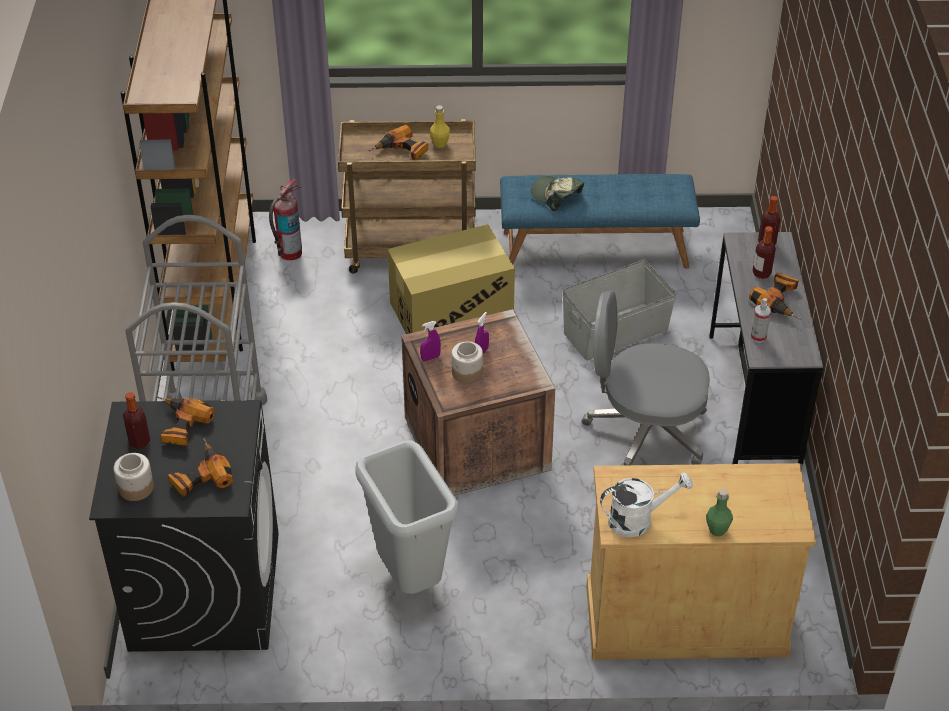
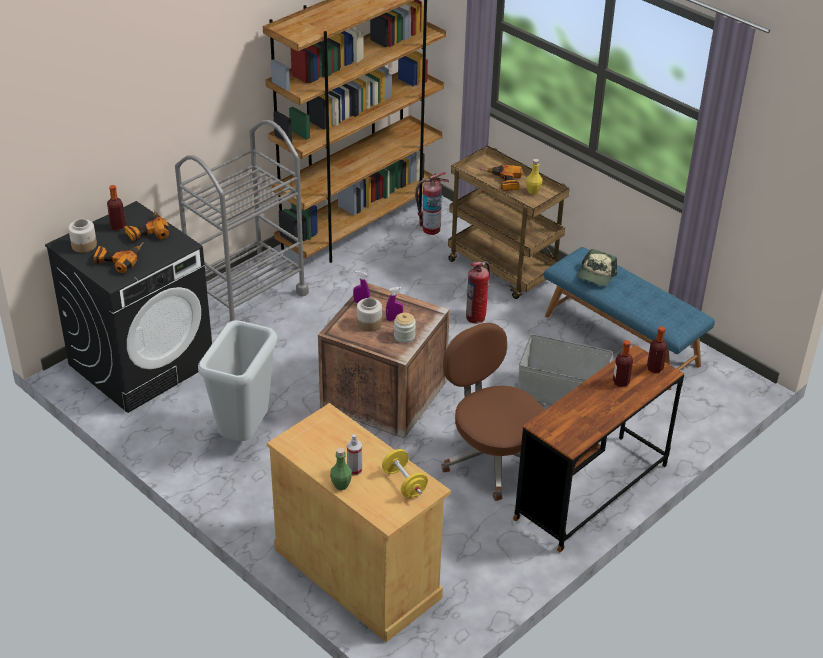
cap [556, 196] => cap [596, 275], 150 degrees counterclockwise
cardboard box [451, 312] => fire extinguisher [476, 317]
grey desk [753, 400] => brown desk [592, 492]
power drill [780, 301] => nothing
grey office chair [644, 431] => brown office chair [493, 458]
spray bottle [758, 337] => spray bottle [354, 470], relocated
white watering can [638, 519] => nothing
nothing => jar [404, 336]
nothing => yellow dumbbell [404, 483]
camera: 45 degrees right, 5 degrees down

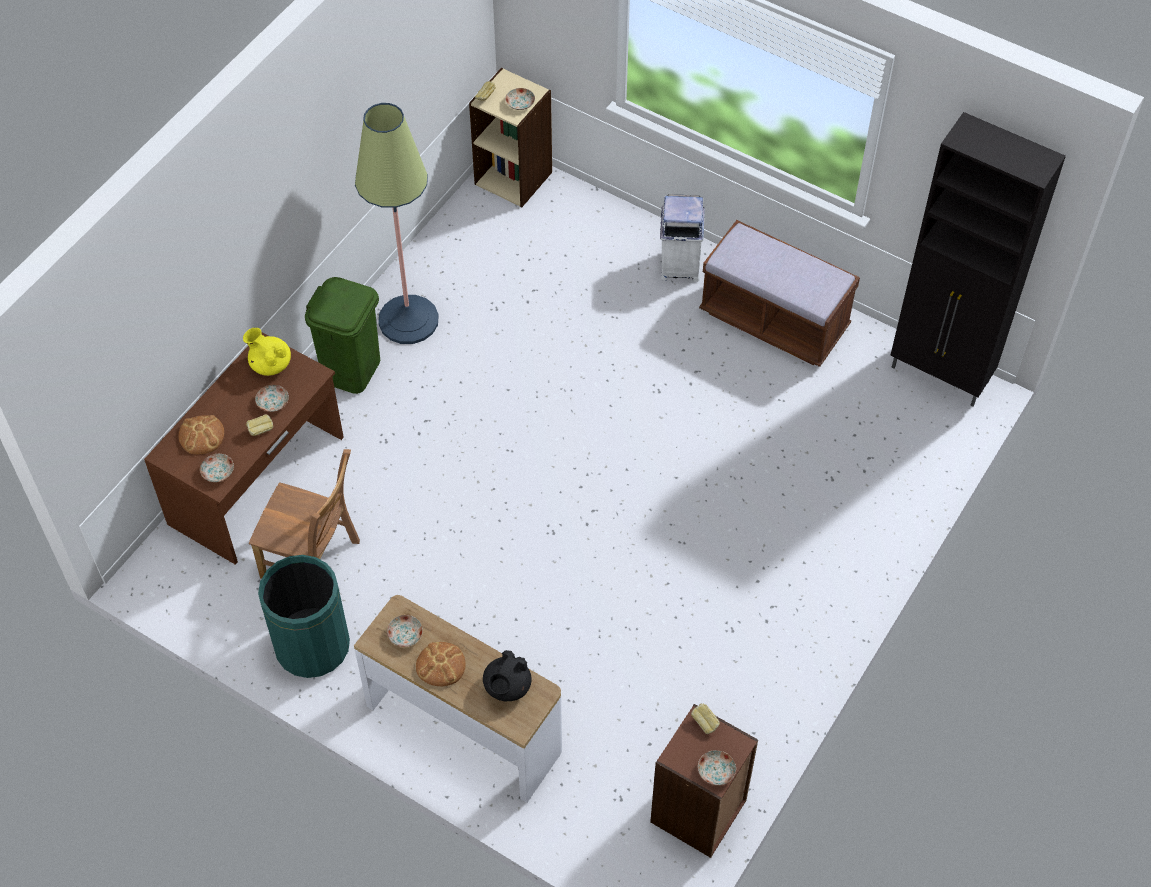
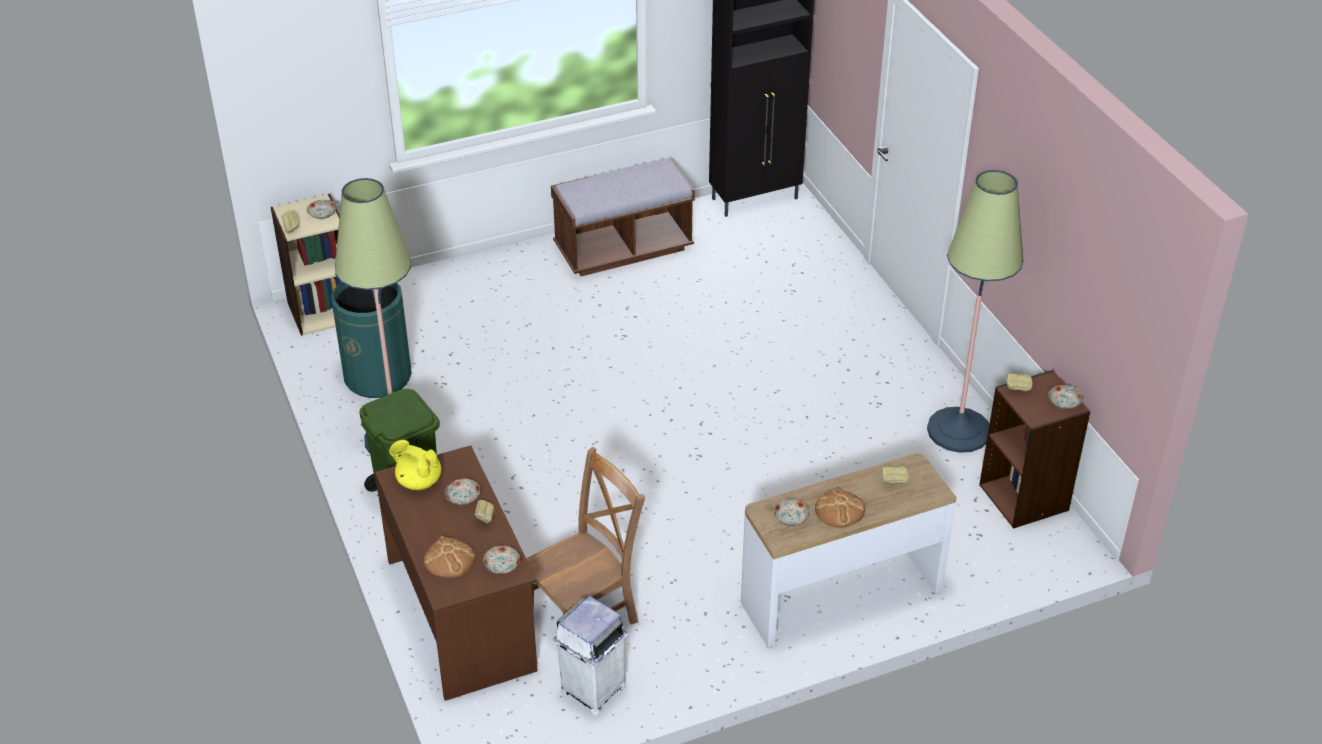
white trash can [679, 266] => white trash can [592, 690], relocated
yellow teapot [270, 364] => yellow teapot [418, 481], 45 degrees clockwise
green trash can [312, 646] => green trash can [378, 377], relocated
black teapot [507, 687] => bread [893, 482]
nothing => floor lamp [958, 430]
camera: 55 degrees left, 15 degrees down

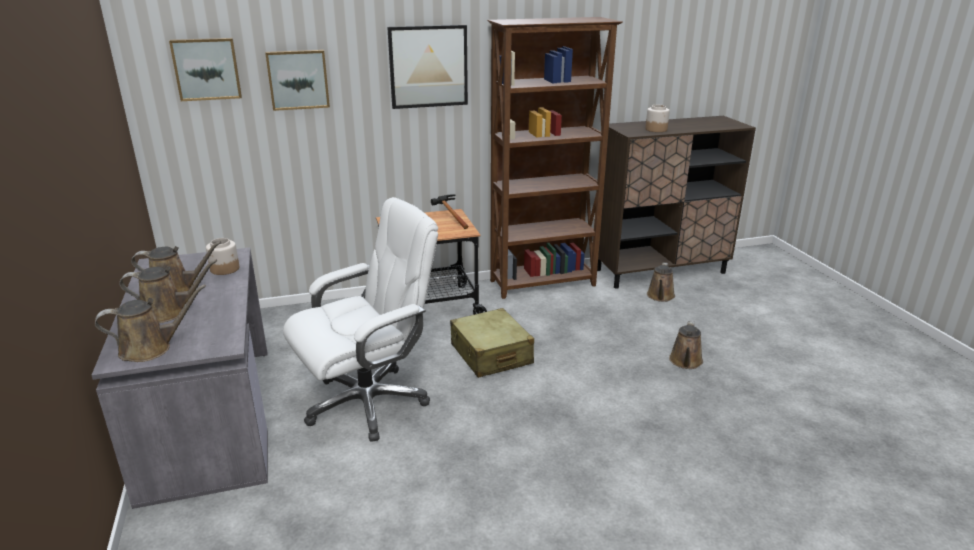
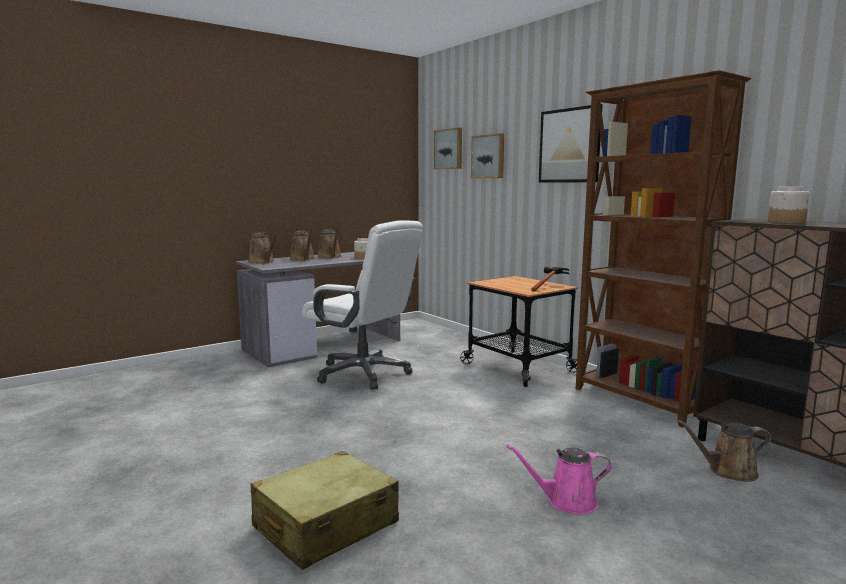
beige suitcase [491, 354] => beige suitcase [325, 525], relocated
brown watering can [685, 362] => pink watering can [566, 501]
camera: 70 degrees right, 15 degrees down

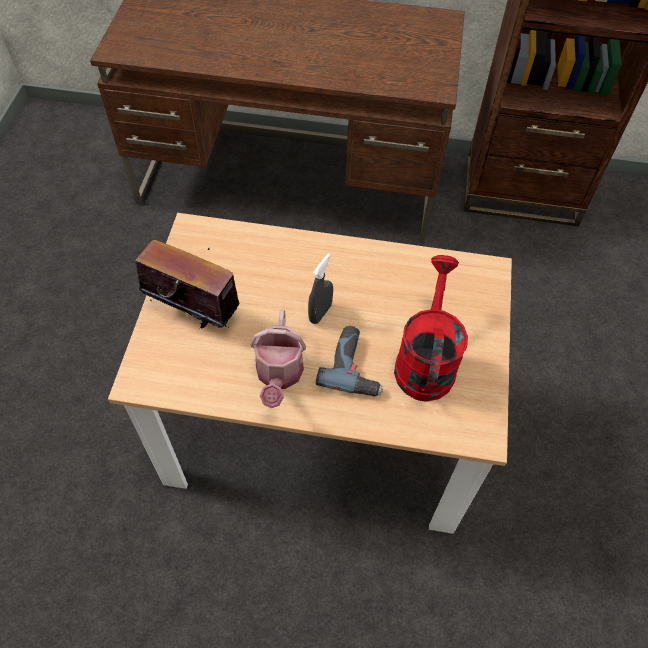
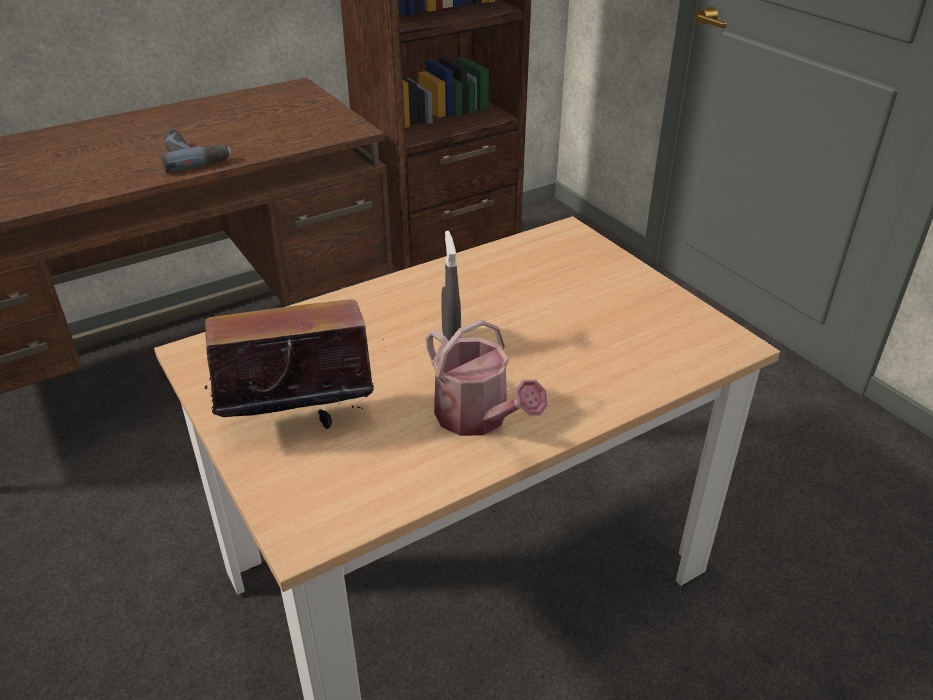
red watering can [425, 360] => nothing
power drill [355, 366] => power drill [194, 156], relocated
camera: 40 degrees left, 20 degrees down

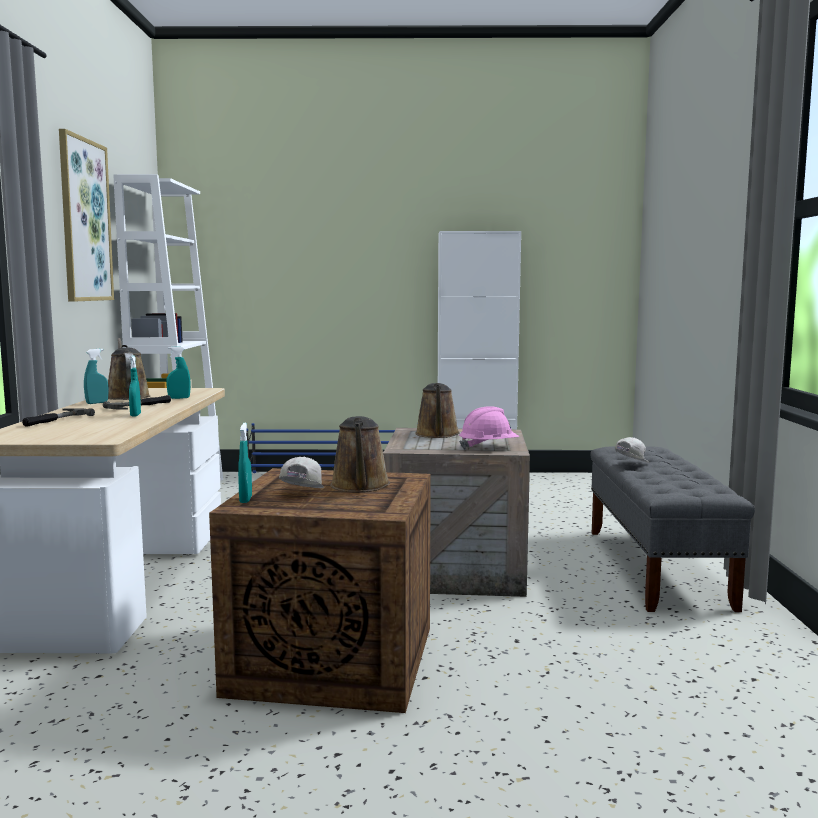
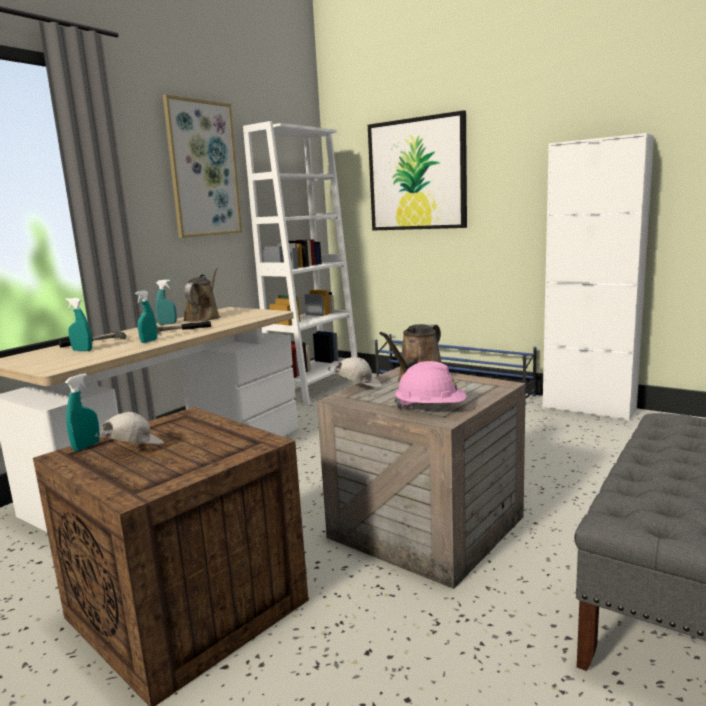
turquoise spray bottle [179, 398] => turquoise spray bottle [82, 350], relocated
brown watering can [360, 486] => nothing
white cap [630, 464] => white cap [358, 387], relocated
nothing => picture [417, 174]
camera: 35 degrees right, 5 degrees up

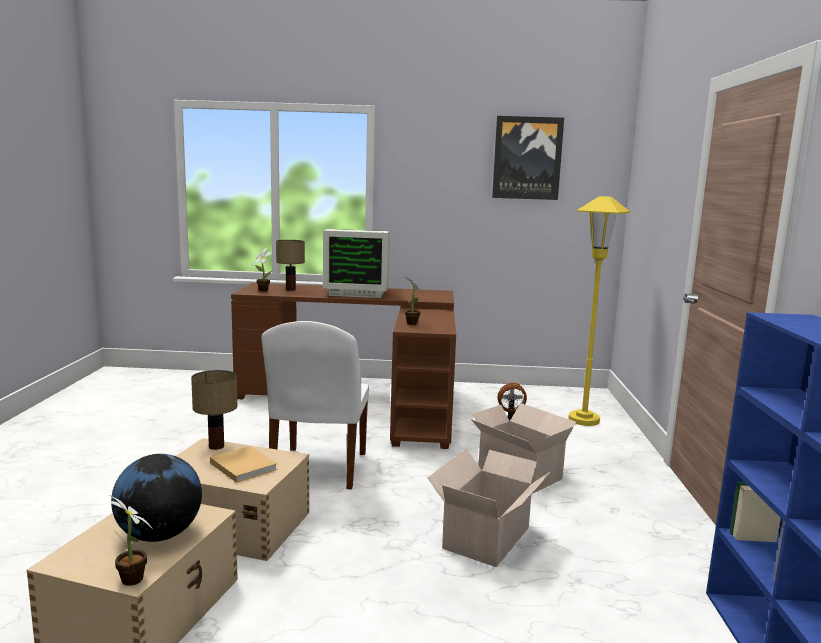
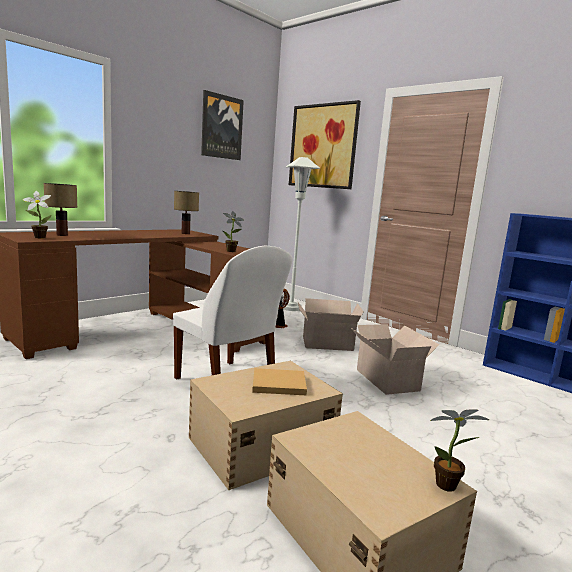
yellow floor lamp [584, 420] => white floor lamp [291, 308]
monitor [358, 292] => nothing
table lamp [216, 447] => table lamp [186, 233], relocated
globe [159, 535] => nothing
nothing => picture [323, 146]
camera: 50 degrees left, 0 degrees up

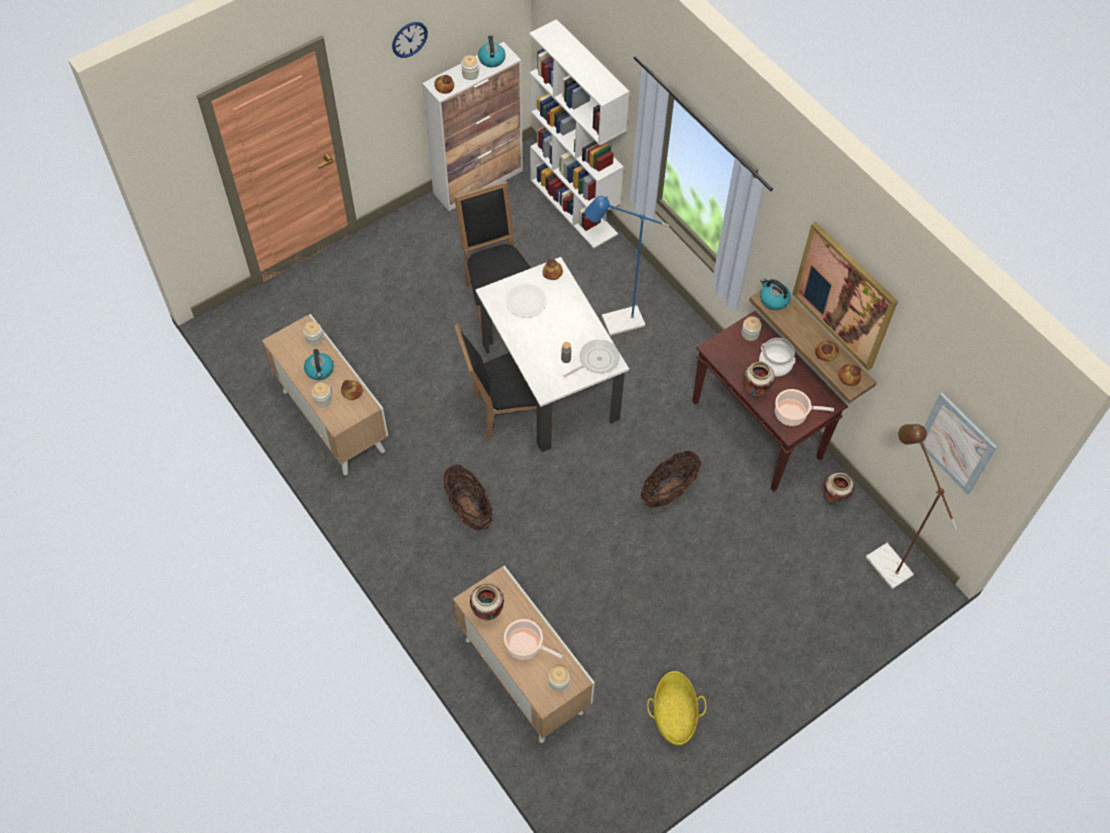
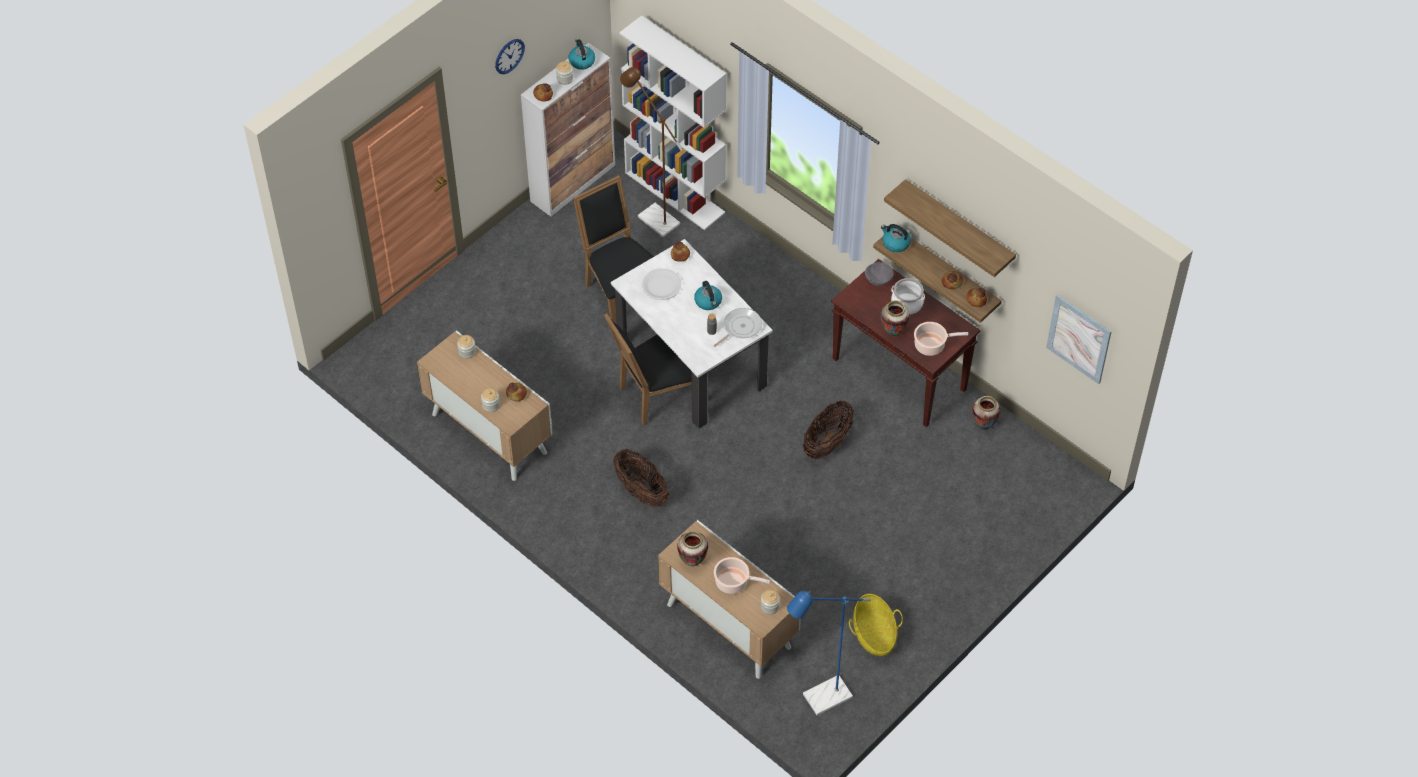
blue floor lamp [616, 323] => blue floor lamp [820, 700], relocated
picture [844, 296] => shelf [958, 226]
jar [750, 333] => grey bowl [878, 280]
kettle [320, 370] => kettle [708, 302], relocated
brown floor lamp [883, 559] => brown floor lamp [653, 216], relocated
camera: 10 degrees left, 5 degrees down

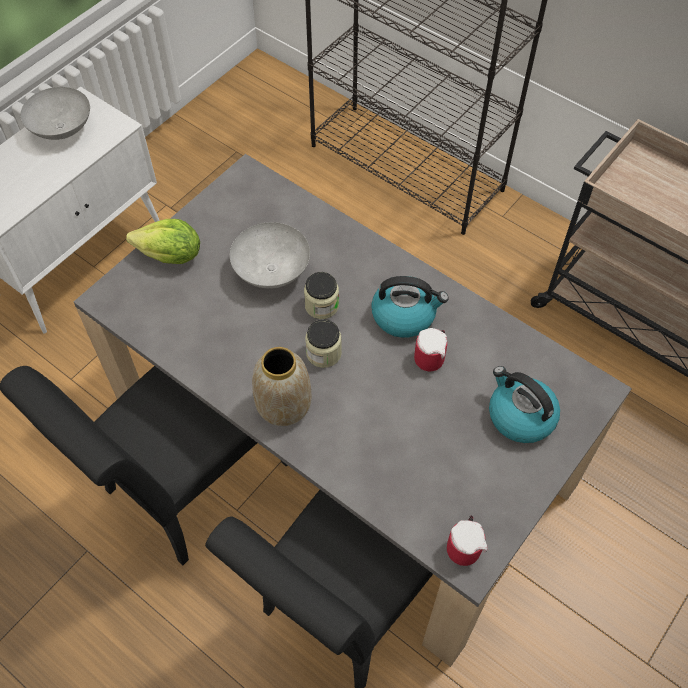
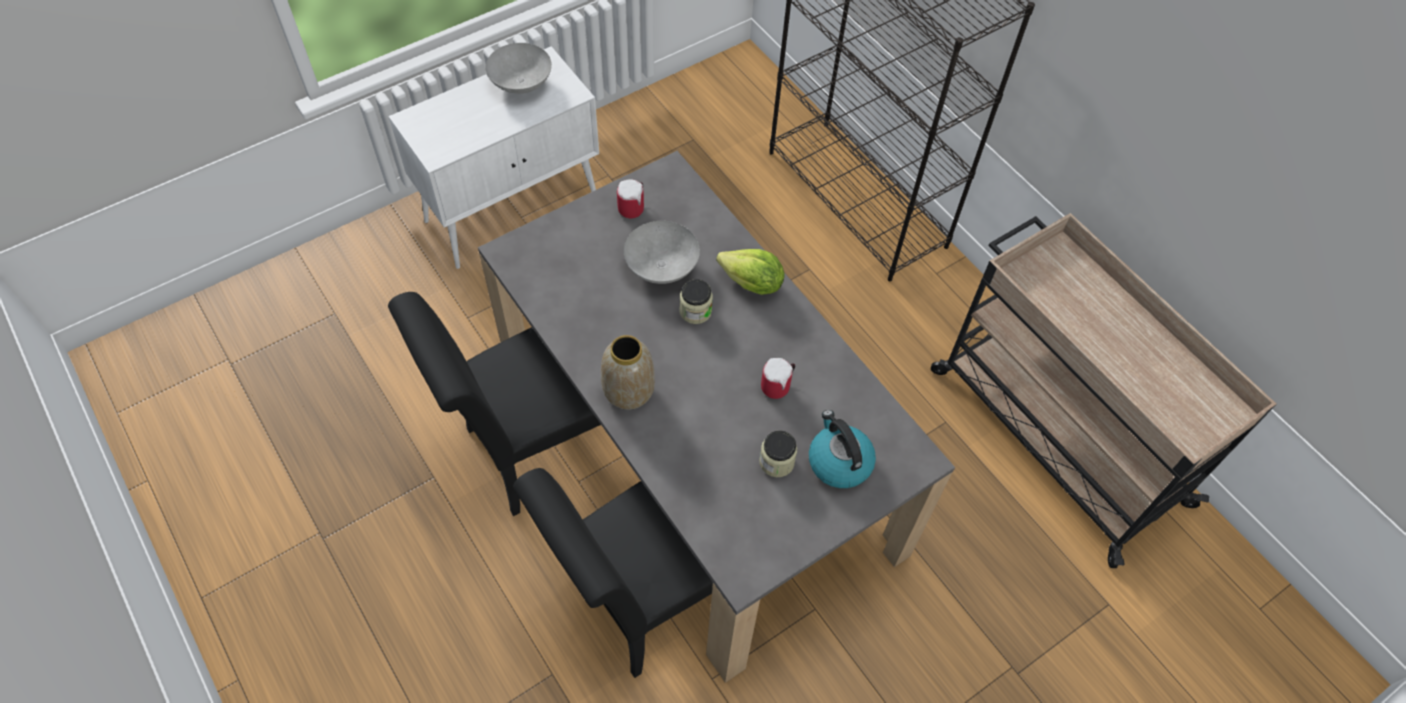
lettuce [171, 256] => lettuce [752, 284], relocated
kettle [404, 315] => nothing
jar [323, 353] => jar [776, 462], relocated
mug [465, 545] => mug [634, 207], relocated
camera: 15 degrees right, 0 degrees up

